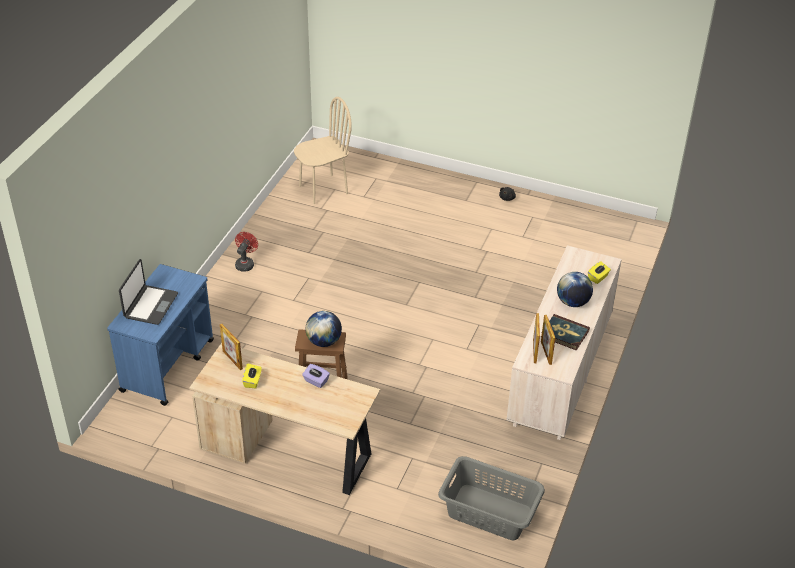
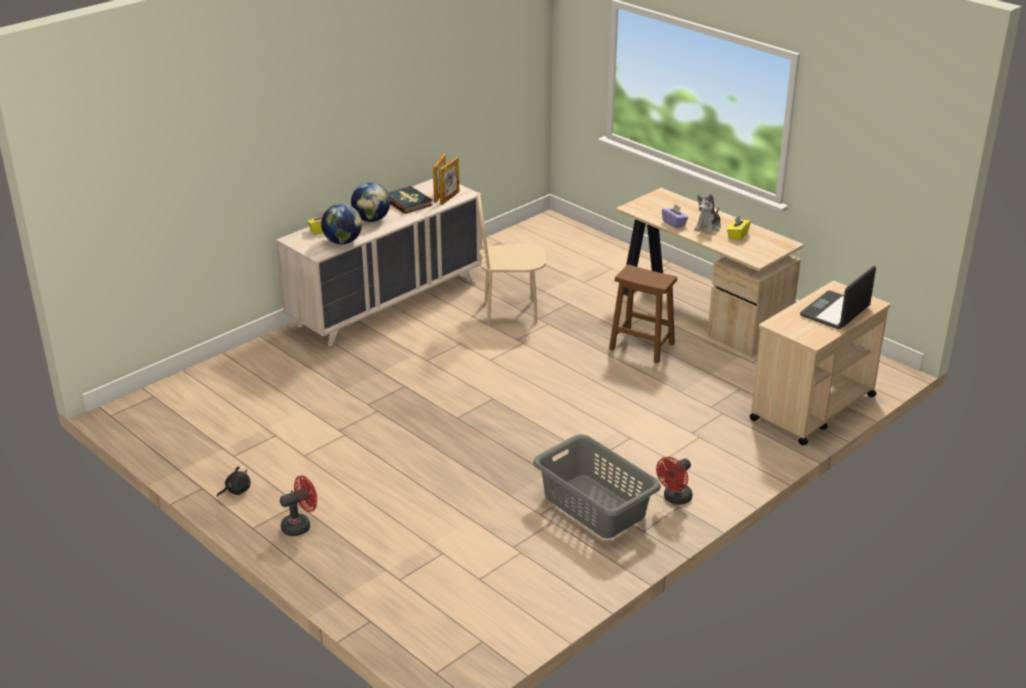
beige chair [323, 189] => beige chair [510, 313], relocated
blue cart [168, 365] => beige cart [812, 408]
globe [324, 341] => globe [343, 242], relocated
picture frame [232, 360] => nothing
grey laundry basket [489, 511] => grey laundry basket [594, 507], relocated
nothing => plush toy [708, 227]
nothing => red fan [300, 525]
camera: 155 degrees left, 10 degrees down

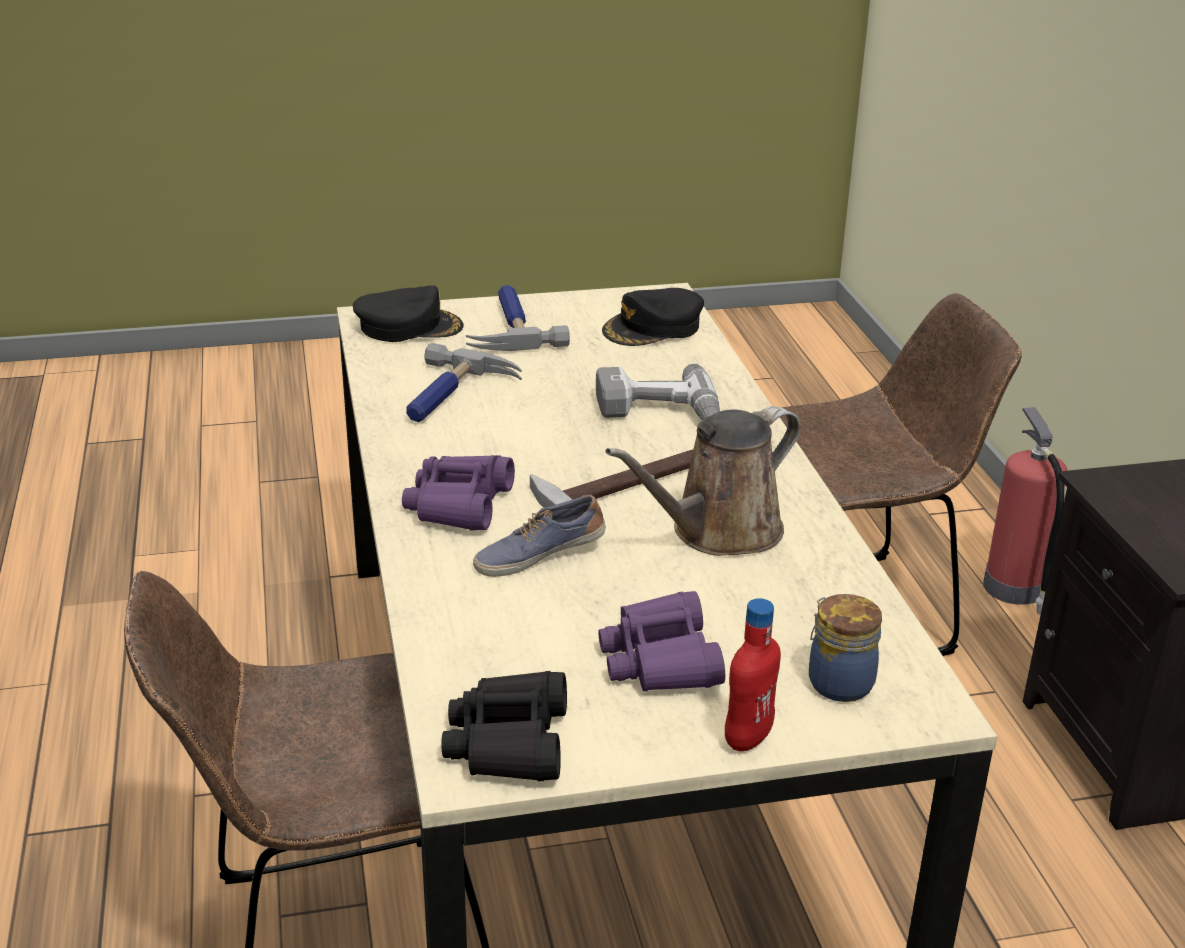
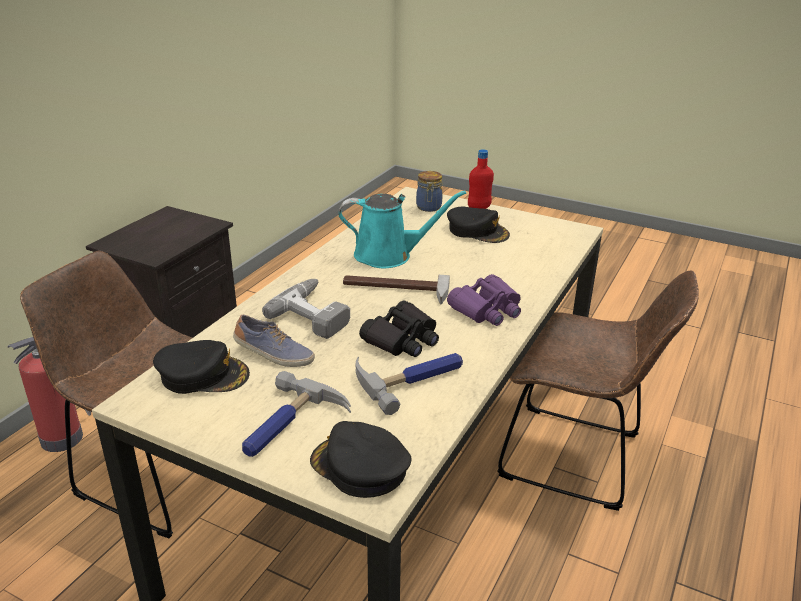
brown watering can [718, 532] => turquoise watering can [389, 255]
shoe [538, 556] => shoe [273, 355], relocated
purple binoculars [660, 660] => black cap [477, 231]
black binoculars [509, 742] => black binoculars [402, 340], relocated
camera: 140 degrees left, 0 degrees up

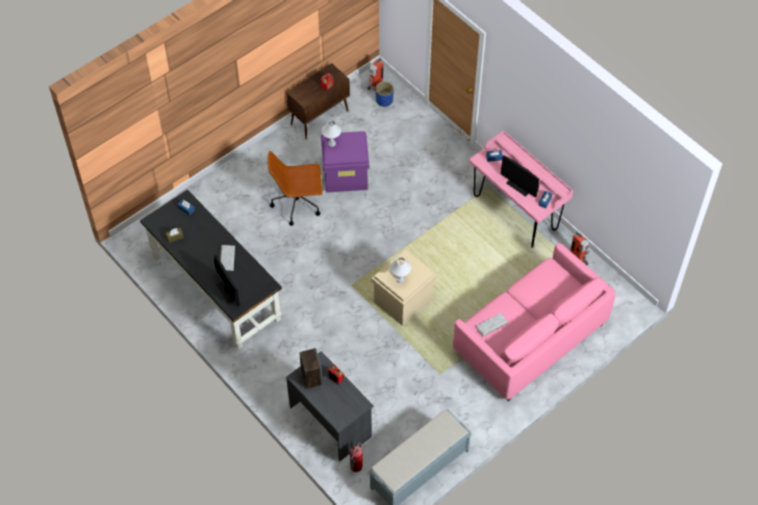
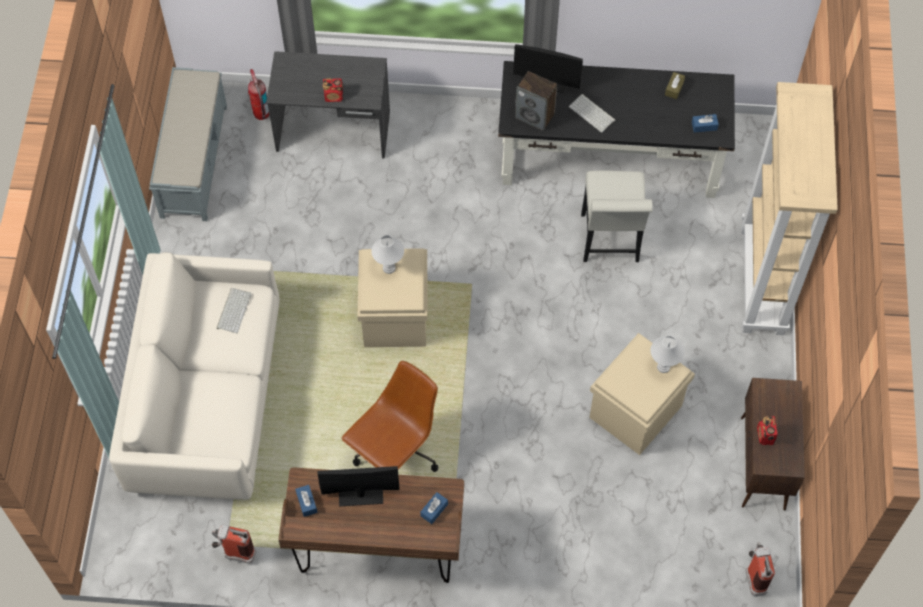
blue planter [384, 100] => nothing
pink desk [515, 213] => brown desk [377, 551]
purple storage box [346, 175] => beige storage box [635, 412]
brown office chair [298, 204] => brown office chair [396, 455], relocated
pink sofa [530, 338] => white sofa [205, 397]
speaker [311, 377] => speaker [535, 116], relocated
nothing => beige bookcase [763, 280]
nothing => white chair [610, 242]
camera: 135 degrees right, 5 degrees up

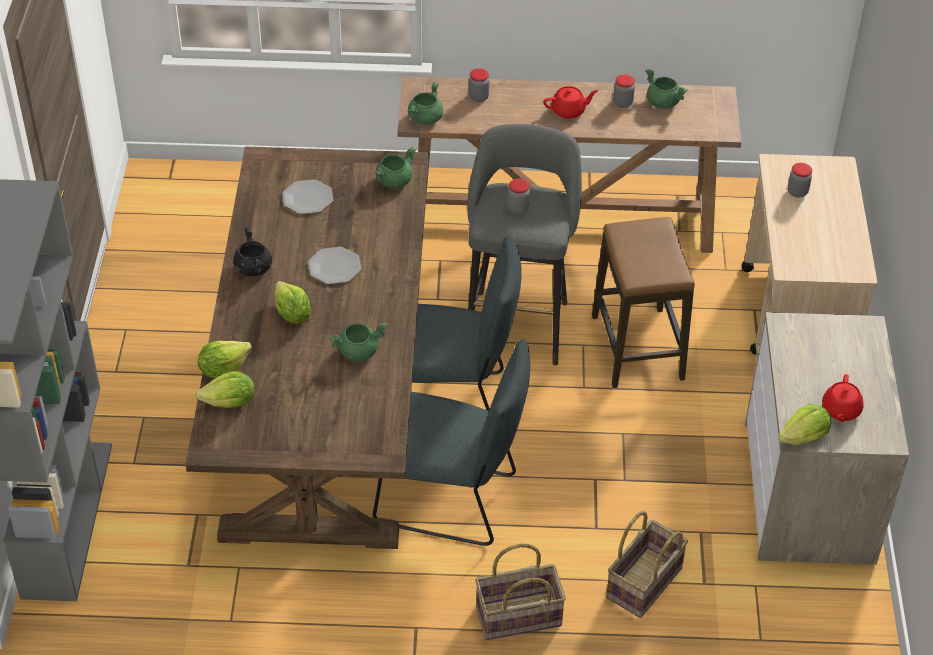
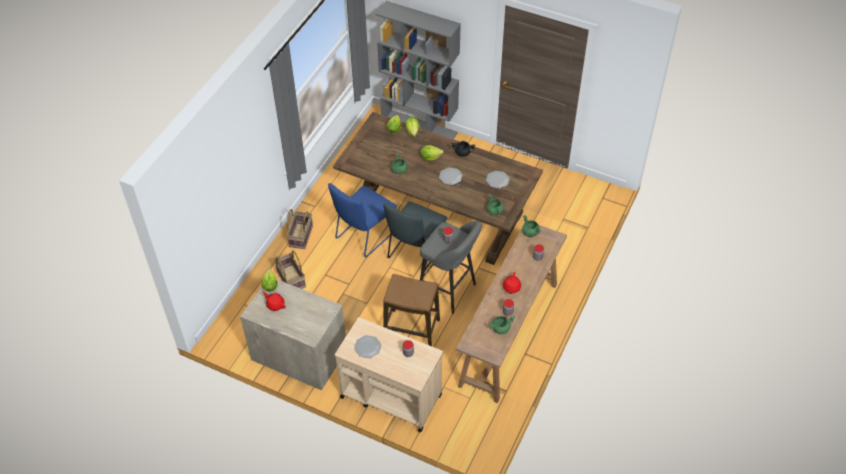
grey chair [452, 500] => blue chair [364, 235]
nothing => plate [367, 347]
camera: 115 degrees right, 5 degrees up

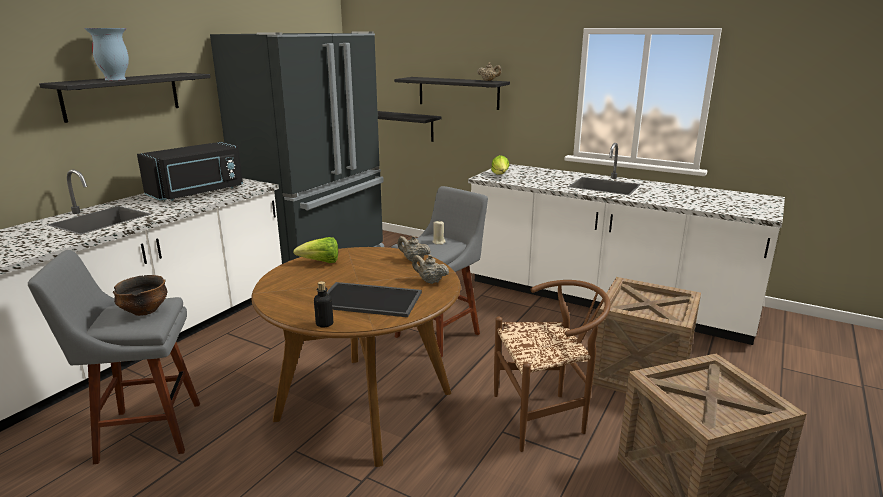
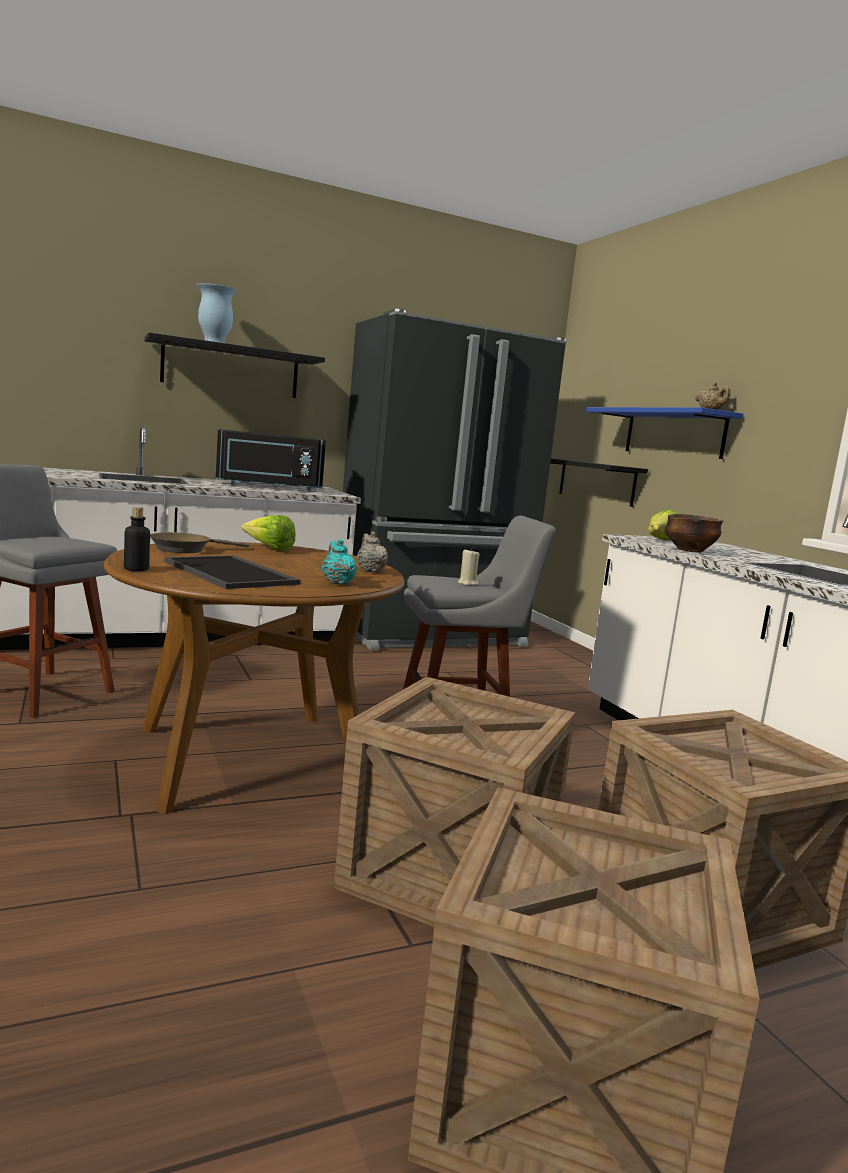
black shelf [458, 93] => blue shelf [674, 433]
beige teapot [430, 281] => turquoise teapot [337, 582]
bowl [144, 311] => bowl [689, 551], relocated
brown chair [546, 416] => crate [449, 874]
nothing => brown frying pan [185, 549]
camera: 35 degrees right, 10 degrees down

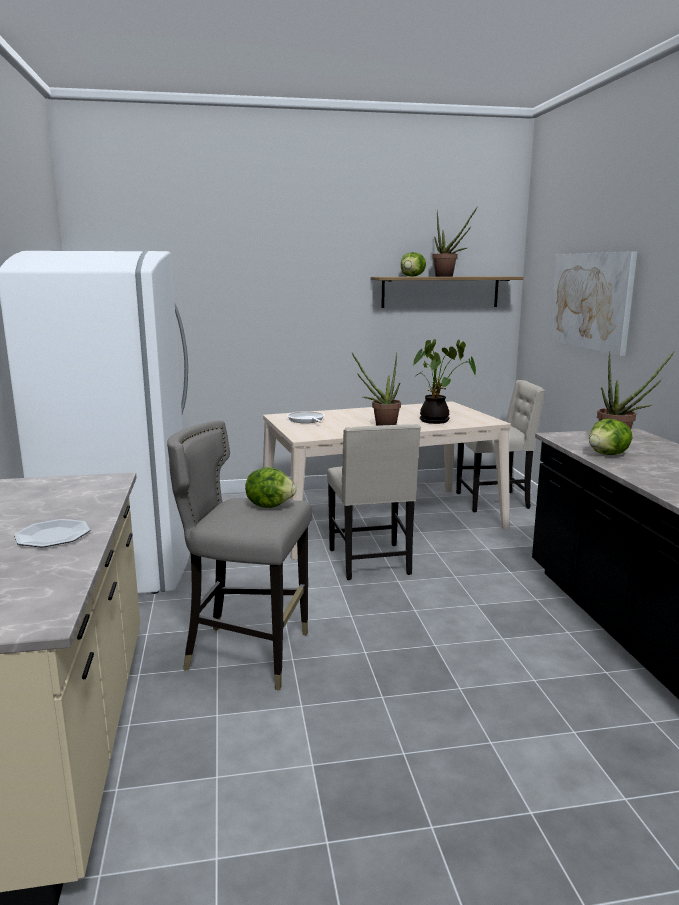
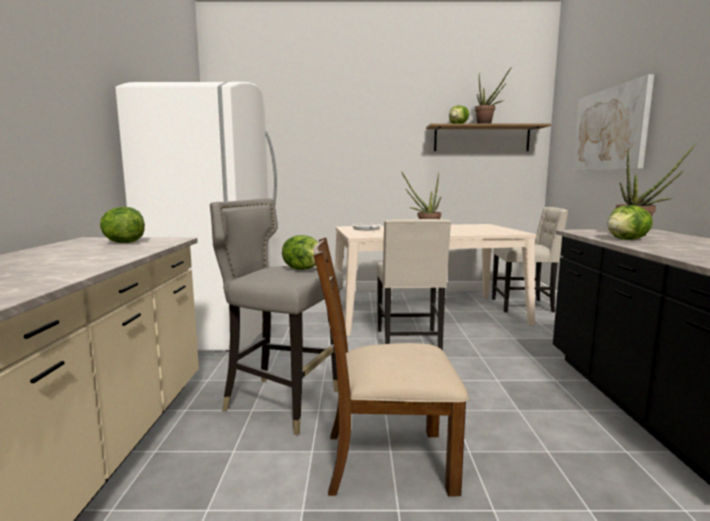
potted plant [437, 421] => nothing
plate [52, 535] => nothing
nothing => lettuce [123, 243]
nothing => brown chair [386, 461]
camera: 10 degrees right, 5 degrees down

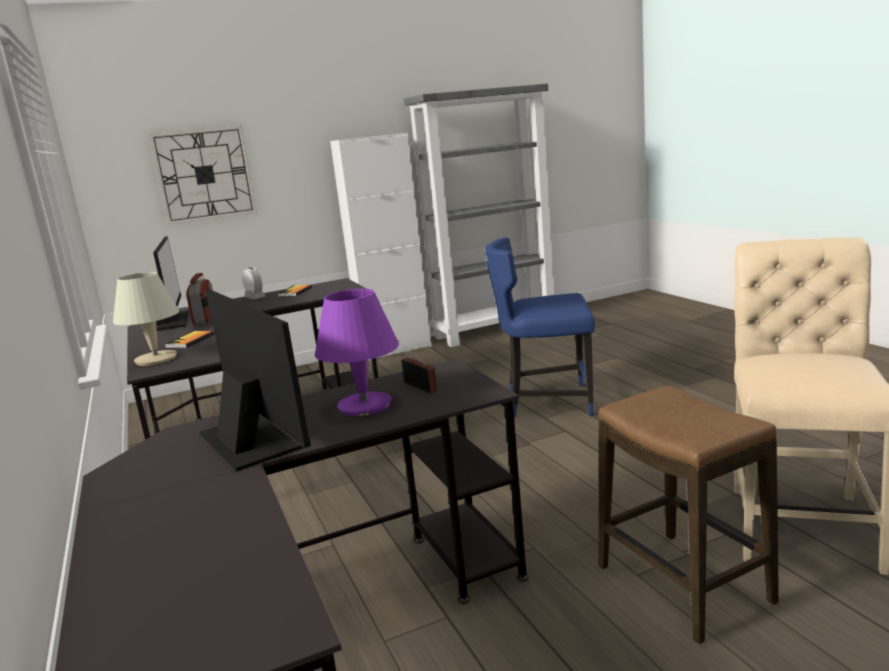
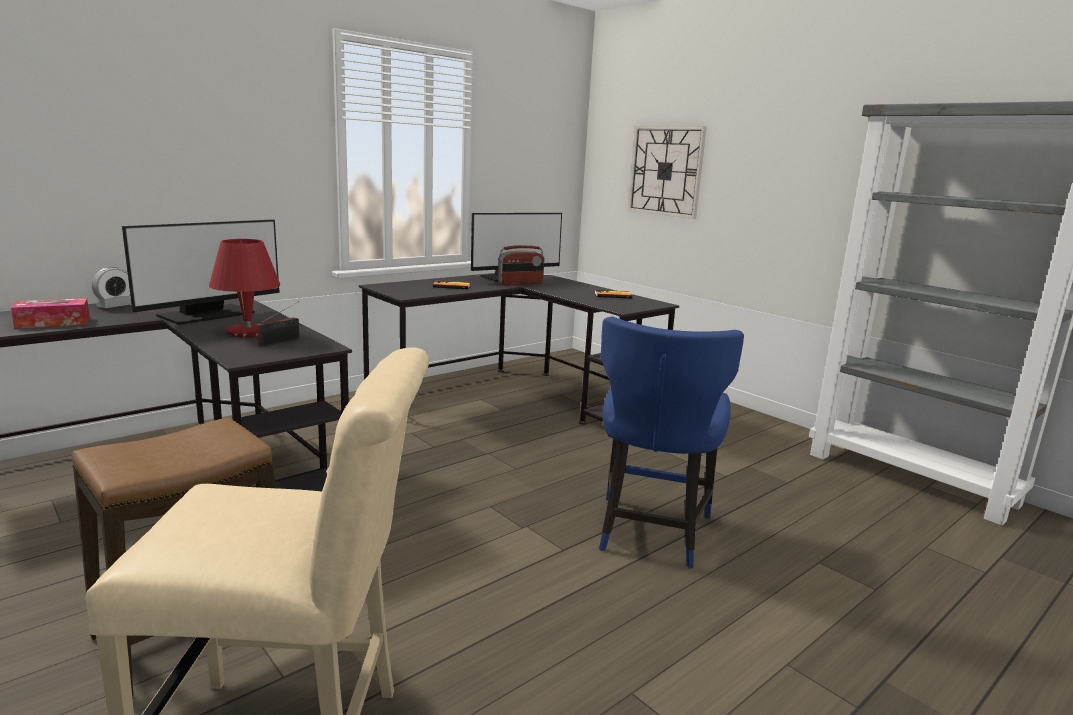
white cabinet [395, 349] => nothing
blue chair [547, 402] => blue chair [650, 532], 150 degrees counterclockwise
alarm clock [255, 297] => alarm clock [115, 306], relocated
beige table lamp [156, 359] => nothing
purple table lamp [364, 405] => red table lamp [249, 331]
nothing => tissue box [53, 322]
camera: 70 degrees right, 0 degrees up

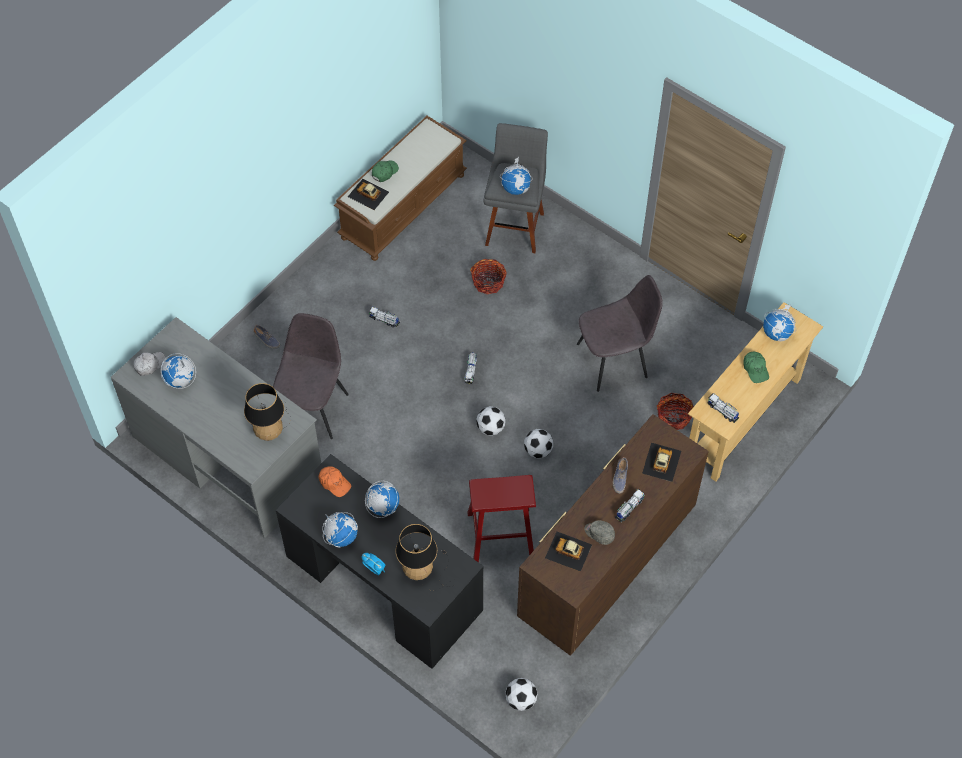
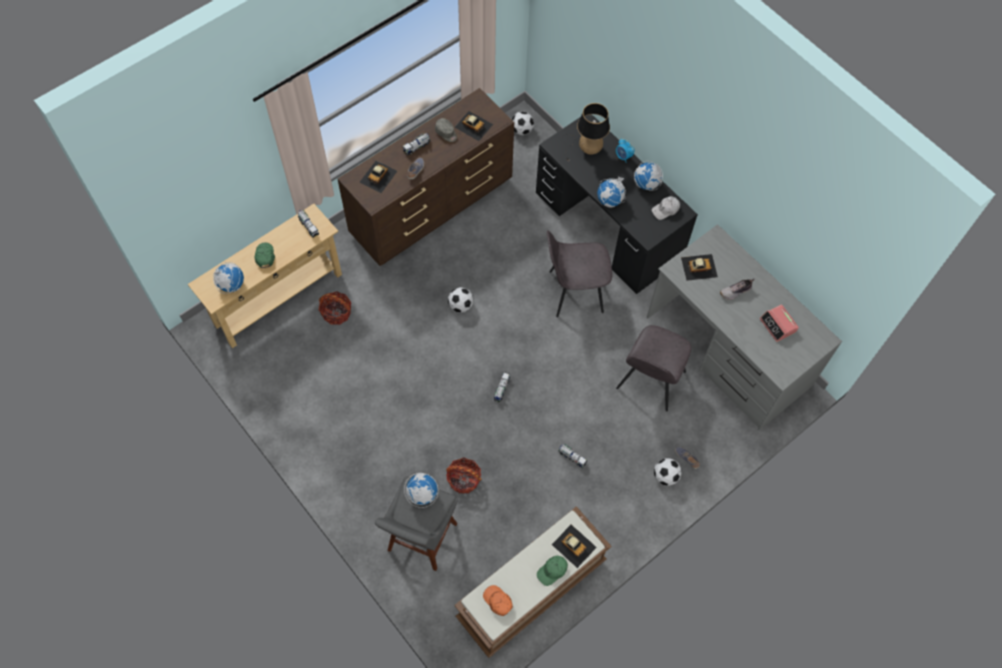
grey chair [614, 360] => grey chair [574, 292], relocated
white cap [150, 365] => white cap [665, 210], relocated
globe [180, 380] => alarm clock [778, 325]
table lamp [270, 428] => toy car [699, 267]
football [490, 428] => football [665, 476], relocated
orange cap [334, 483] => orange cap [498, 601], relocated
red stool [500, 538] => nothing
nothing => shoe [735, 291]
camera: 170 degrees left, 5 degrees up

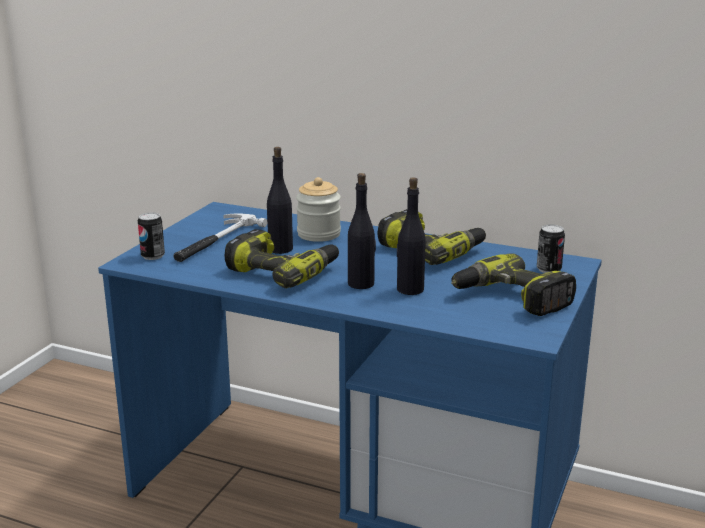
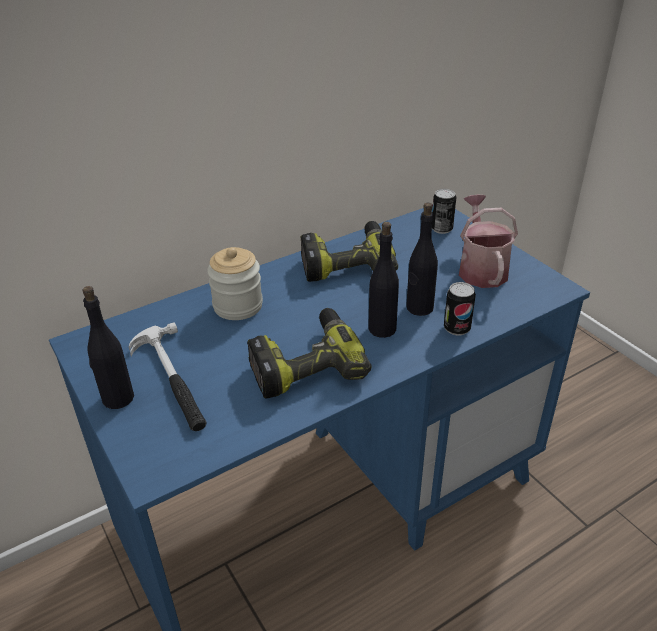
black bottle [280, 249] => black bottle [117, 398], relocated
can [153, 256] => can [457, 328], relocated
power drill [510, 299] => watering can [481, 268]
camera: 55 degrees left, 15 degrees up

